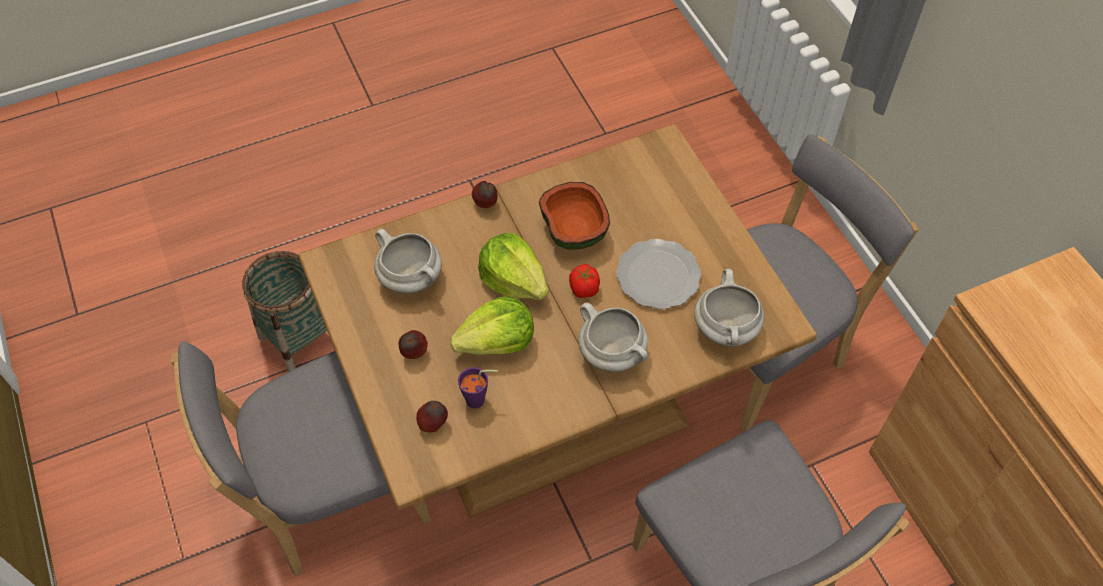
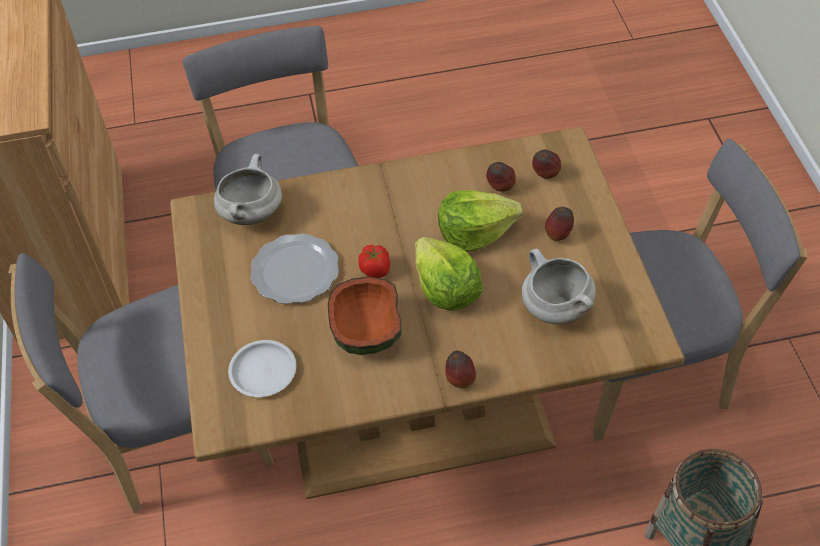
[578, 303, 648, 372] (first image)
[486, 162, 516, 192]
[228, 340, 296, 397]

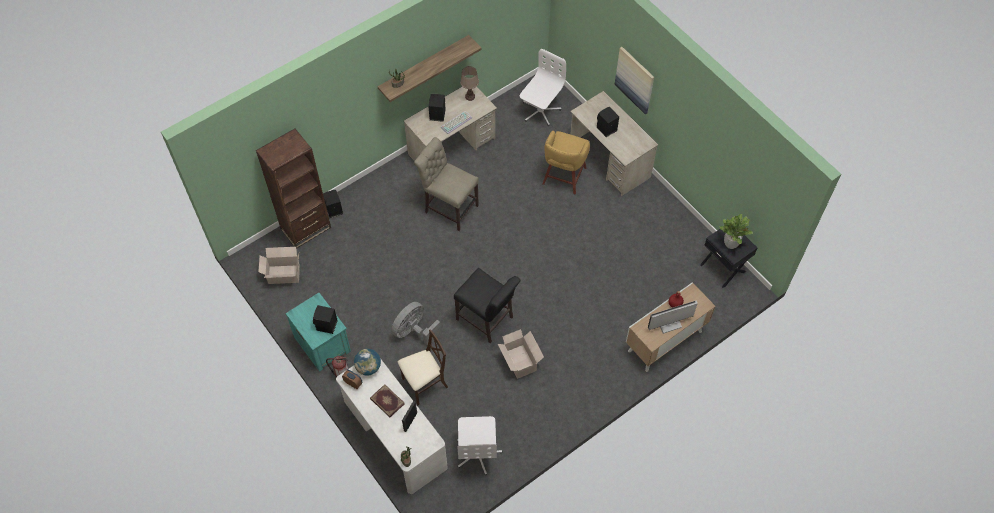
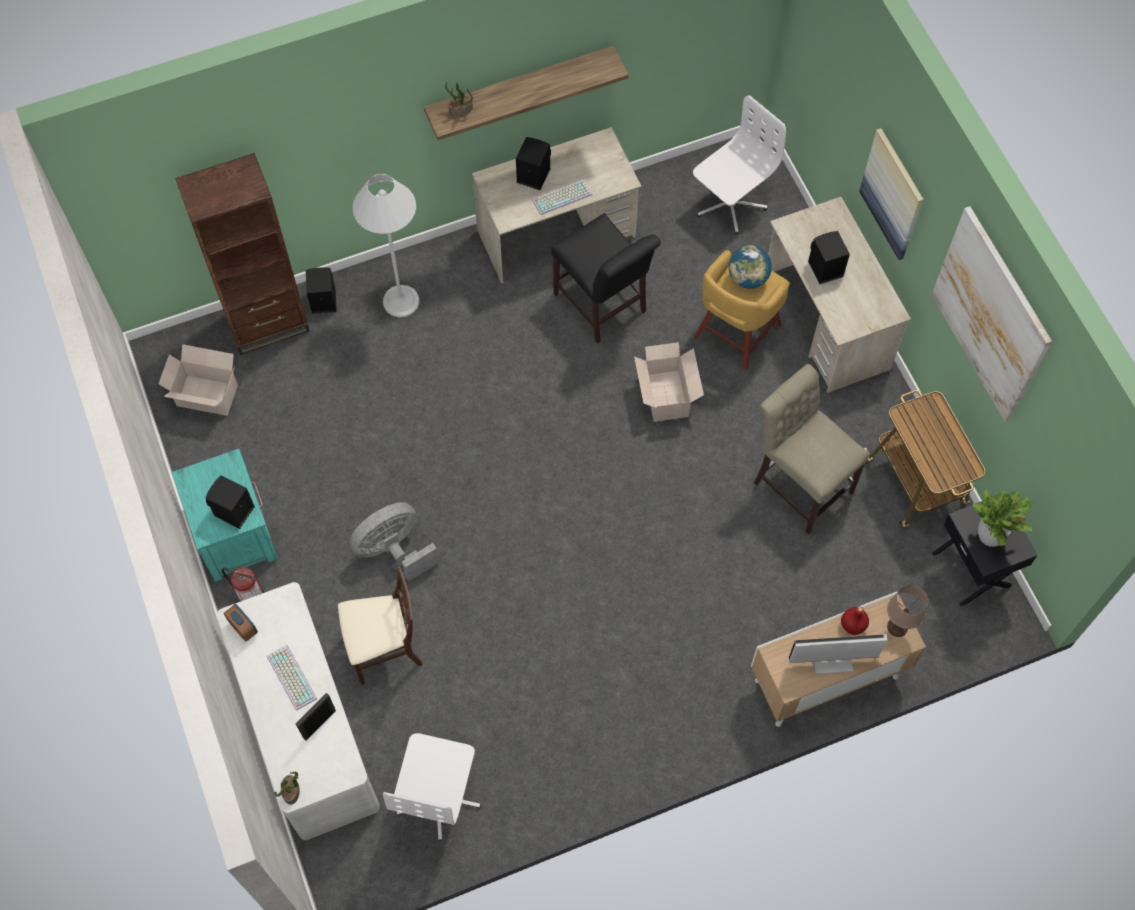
[887, 585, 928, 637]
[754, 364, 870, 534]
[551, 213, 661, 343]
[634, 342, 704, 422]
[729, 245, 772, 289]
[267, 645, 317, 711]
[353, 173, 419, 317]
[931, 206, 1052, 421]
[864, 390, 985, 529]

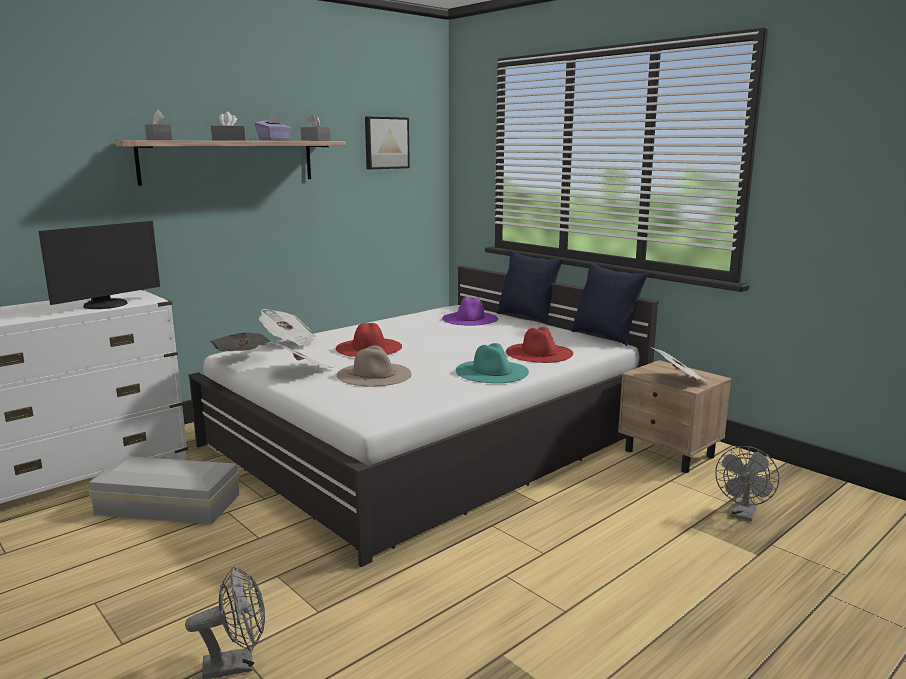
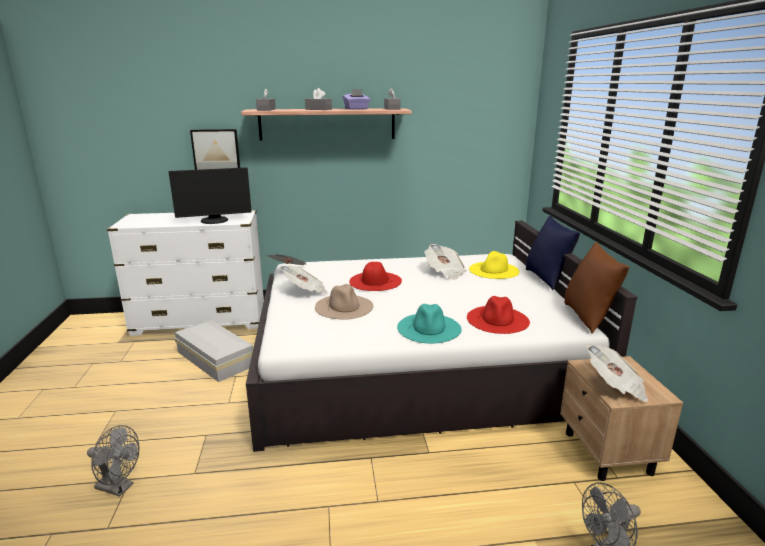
[190, 129, 240, 170]
[564, 242, 629, 334]
[469, 251, 520, 279]
[424, 244, 467, 280]

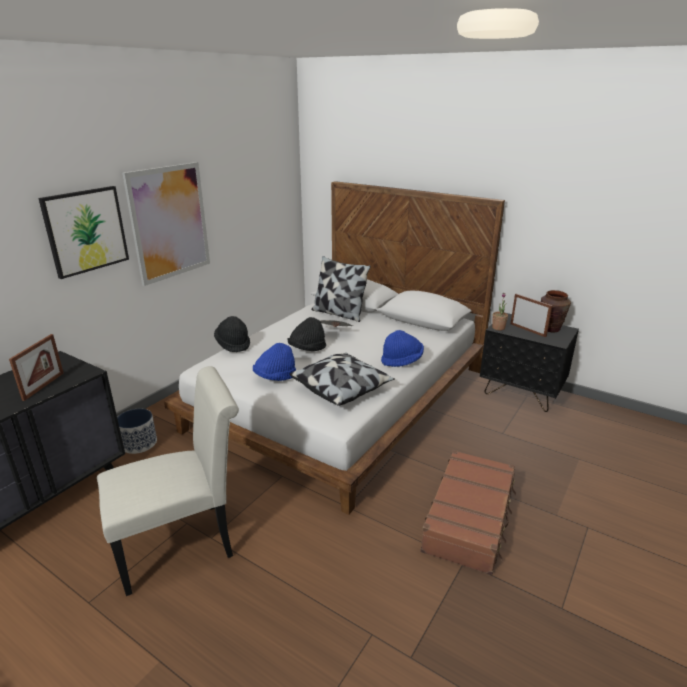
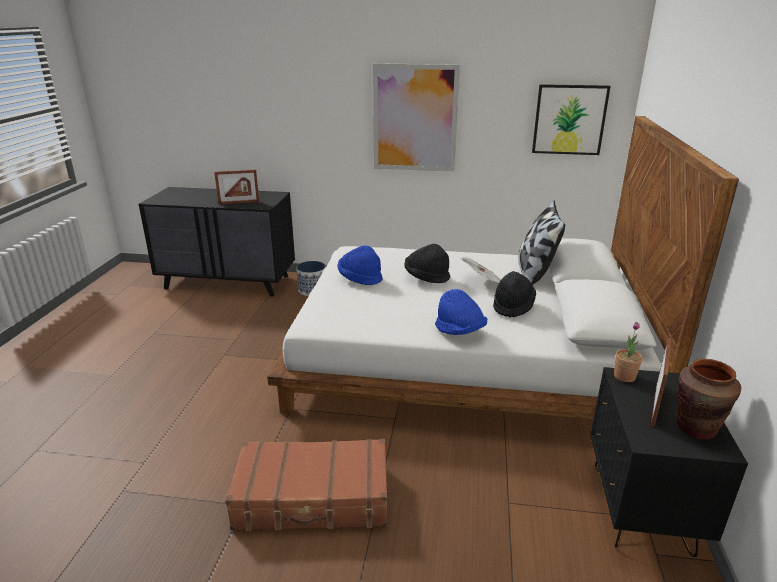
[532, 84, 611, 155]
[493, 271, 536, 318]
[290, 353, 395, 406] (first image)
[97, 366, 239, 596] (first image)

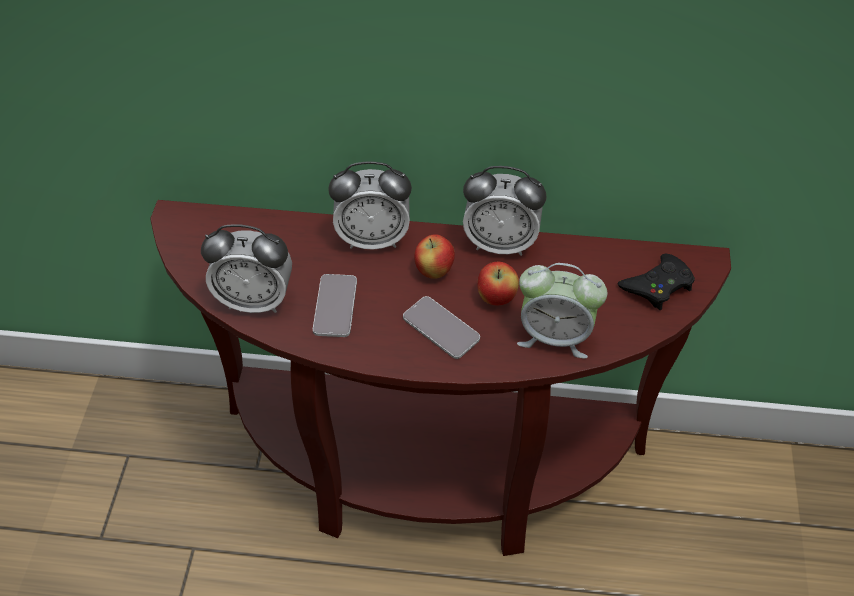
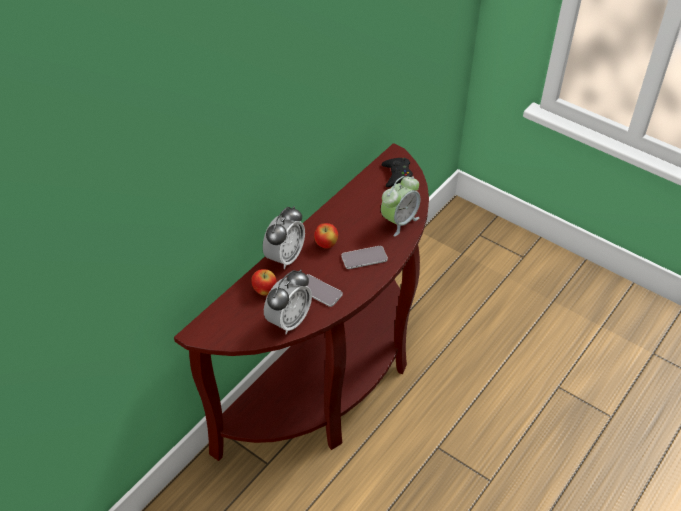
[463, 166, 546, 256] (first image)
[251, 269, 276, 295]

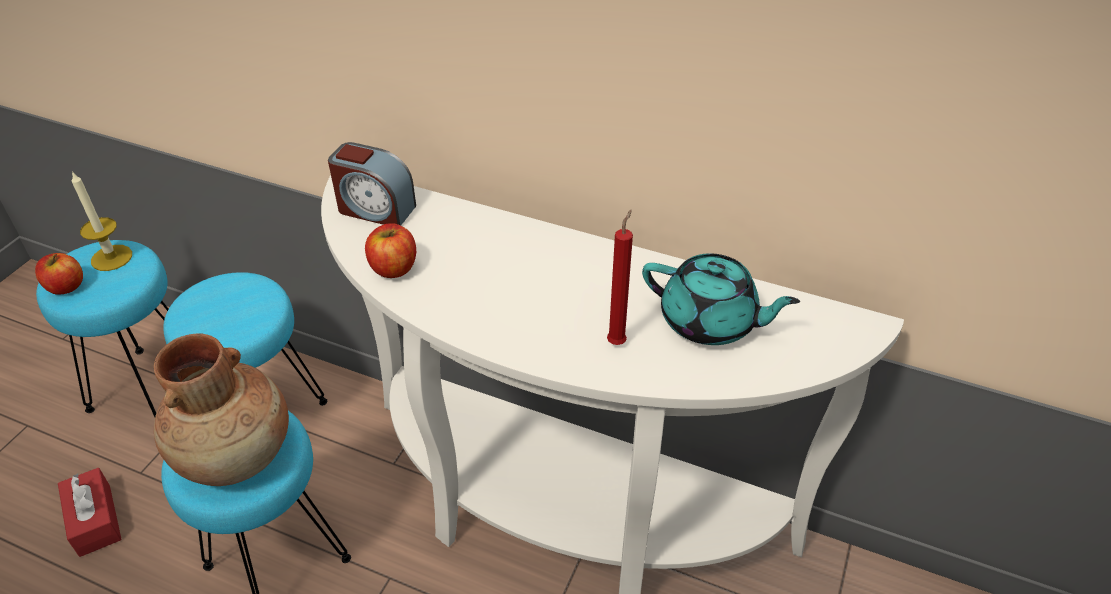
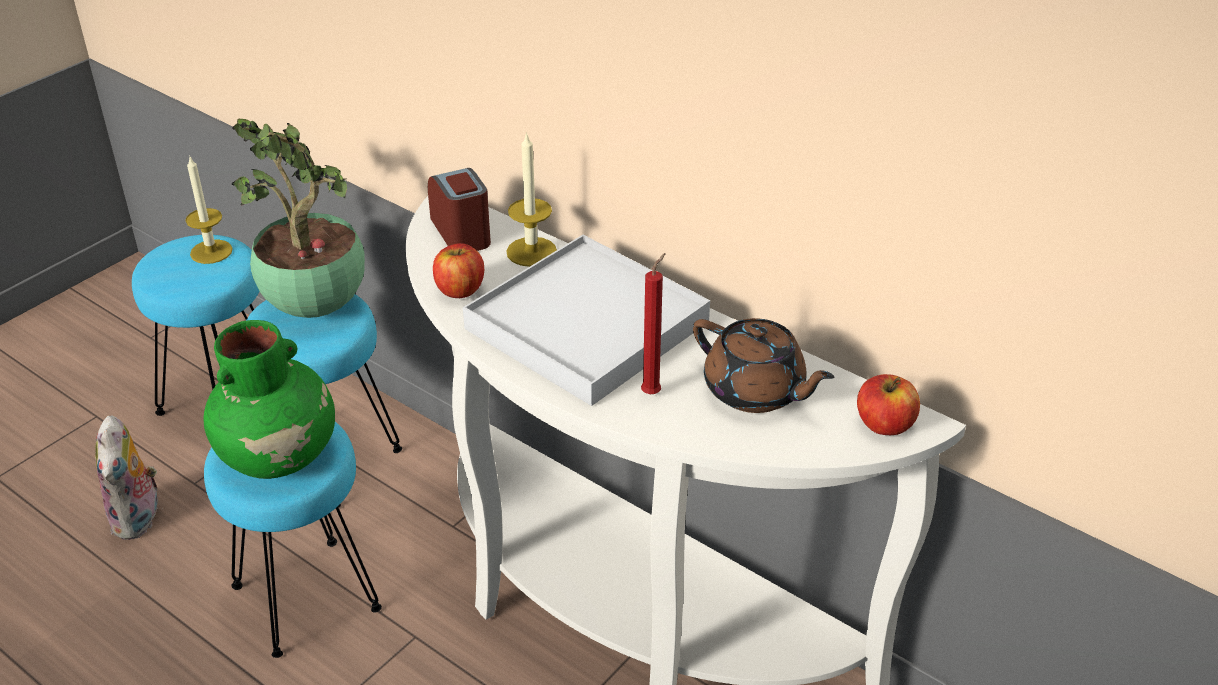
[428, 168, 491, 251]
[857, 374, 920, 435]
[693, 318, 834, 413]
[204, 320, 335, 479]
[95, 416, 158, 540]
[232, 119, 365, 318]
[506, 132, 557, 267]
[463, 235, 710, 406]

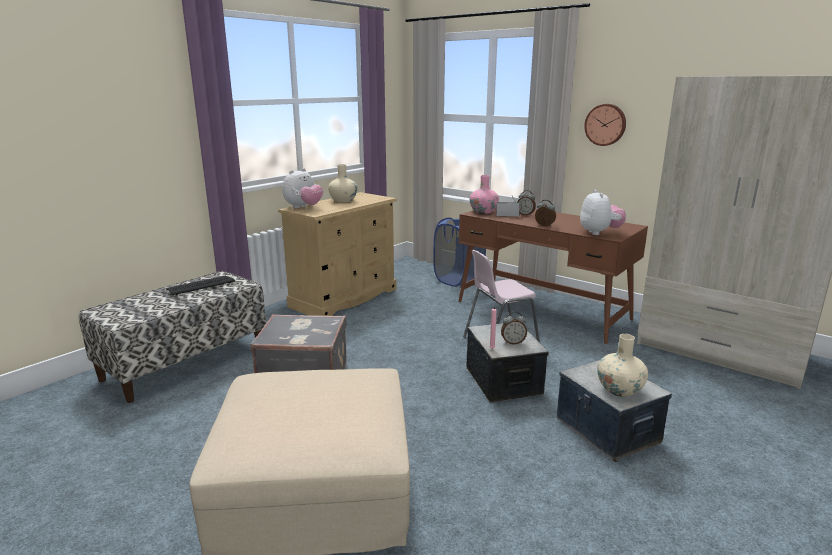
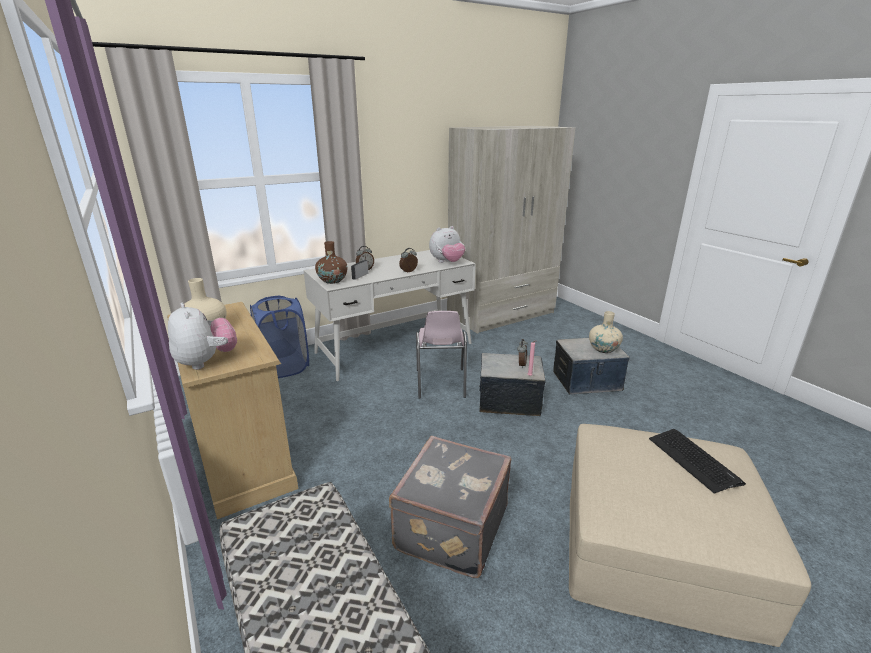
[584, 104, 626, 146] (first image)
[315, 241, 348, 284]
[429, 226, 465, 263]
[304, 250, 476, 381]
[649, 429, 746, 493]

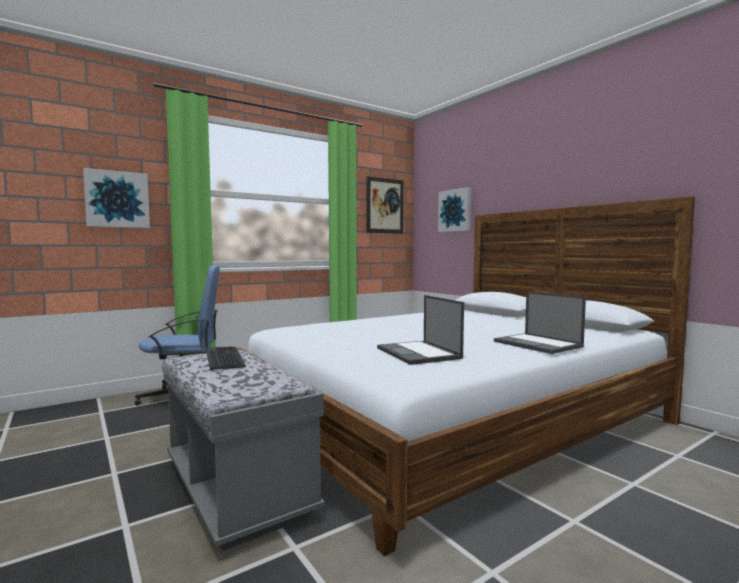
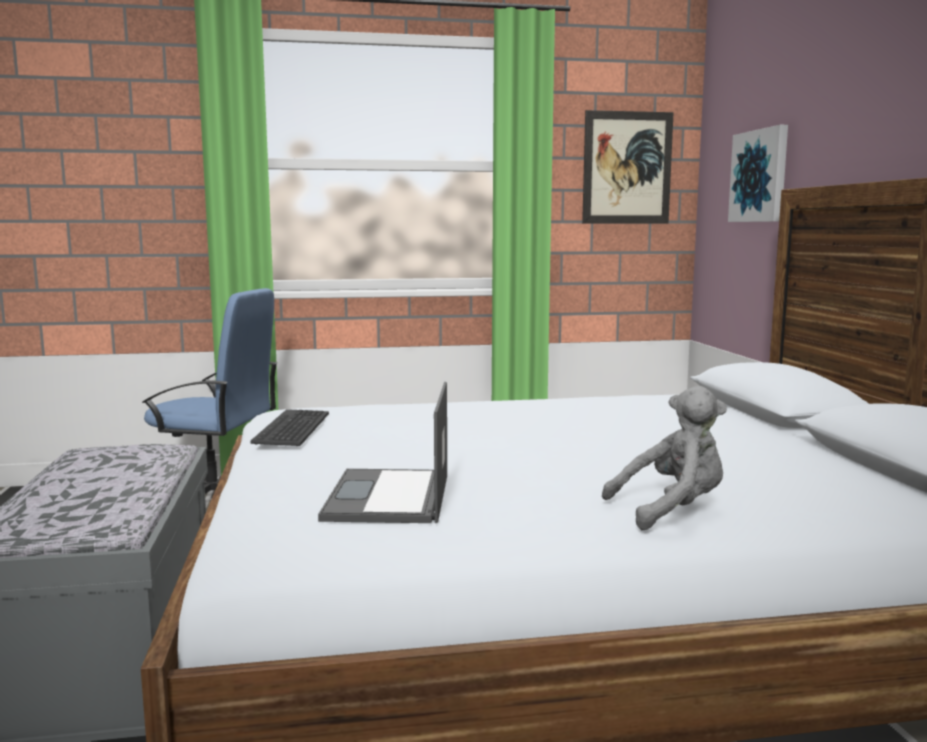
[83, 168, 150, 228] (first image)
[602, 386, 727, 530]
[250, 409, 329, 446]

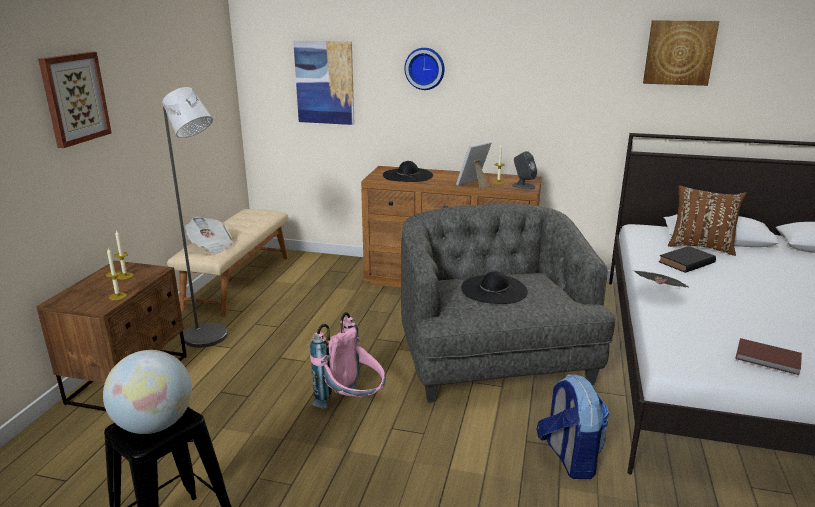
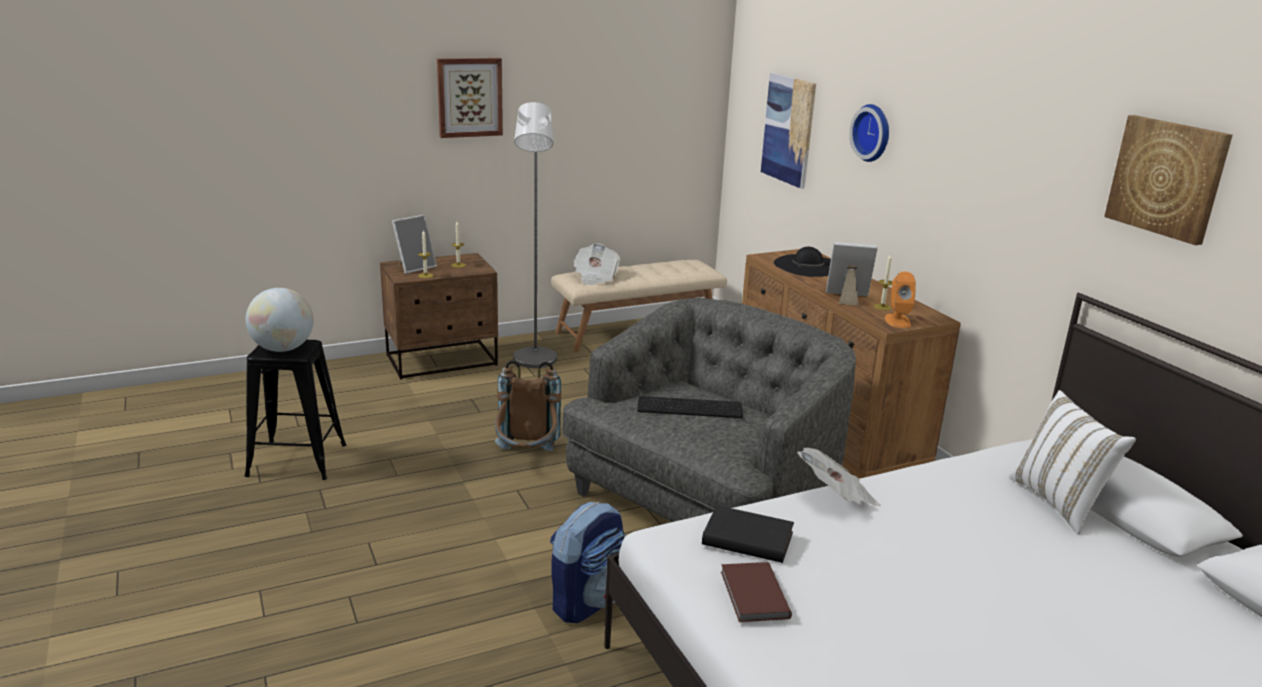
[885, 271, 916, 328]
[1009, 390, 1136, 535]
[702, 505, 794, 563]
[637, 396, 743, 418]
[495, 360, 561, 451]
[392, 215, 437, 274]

